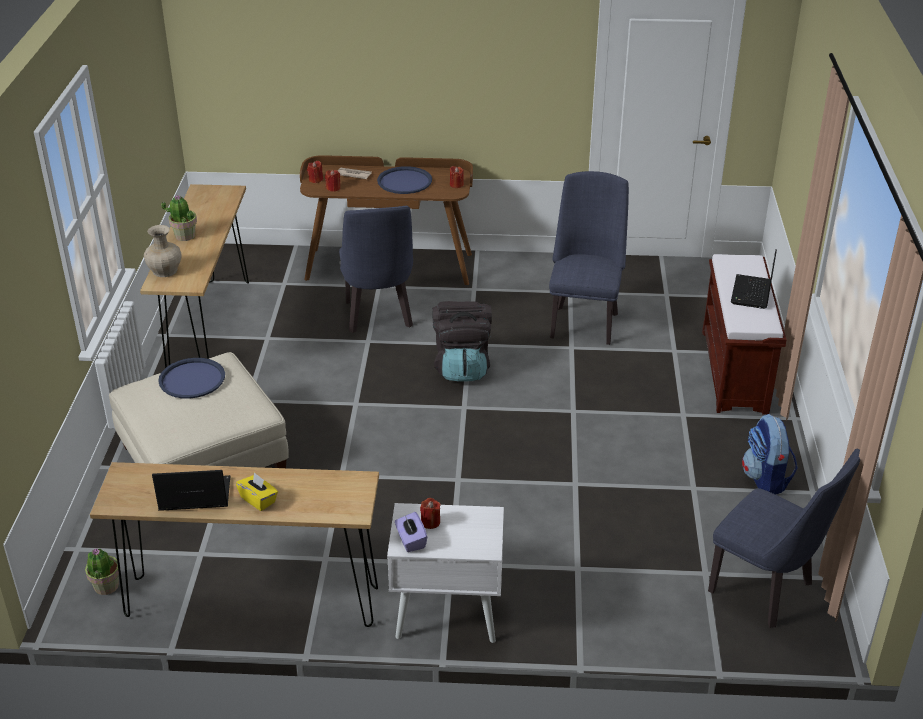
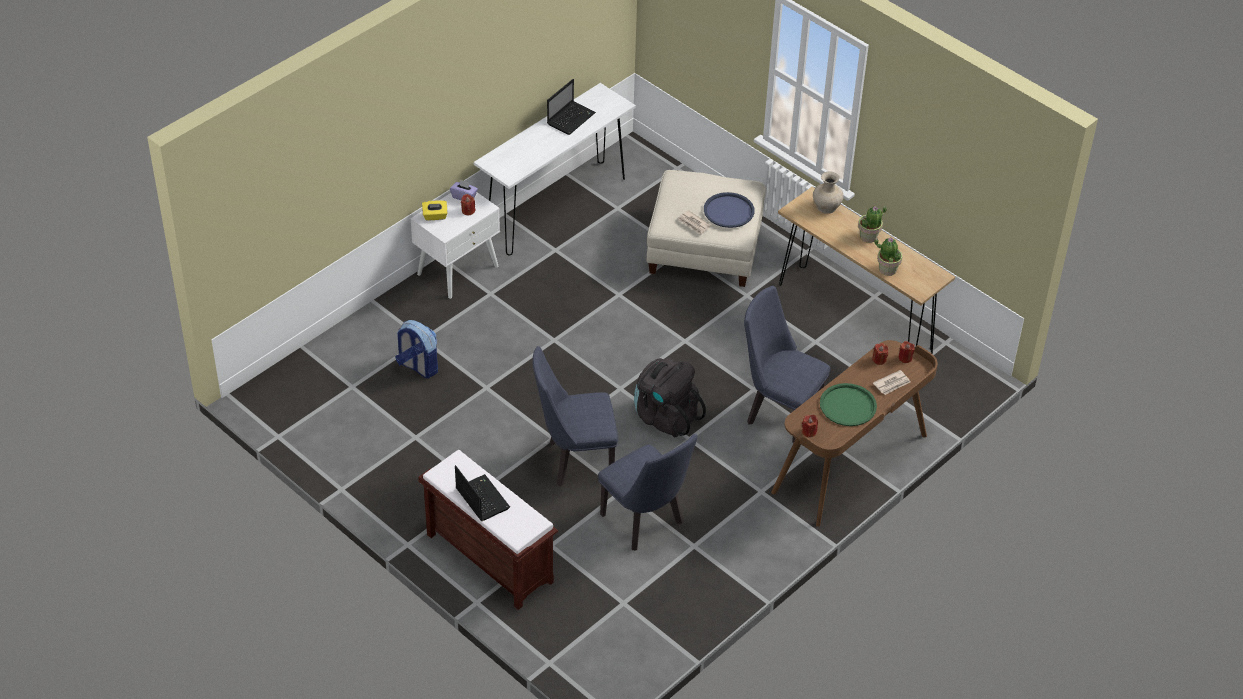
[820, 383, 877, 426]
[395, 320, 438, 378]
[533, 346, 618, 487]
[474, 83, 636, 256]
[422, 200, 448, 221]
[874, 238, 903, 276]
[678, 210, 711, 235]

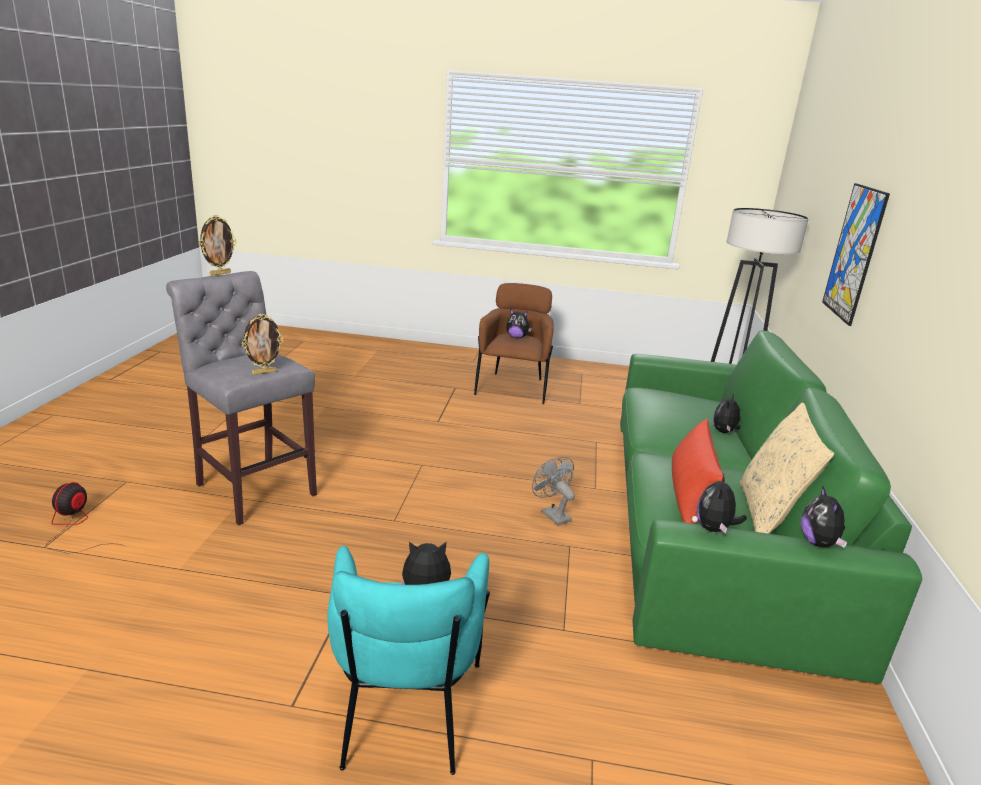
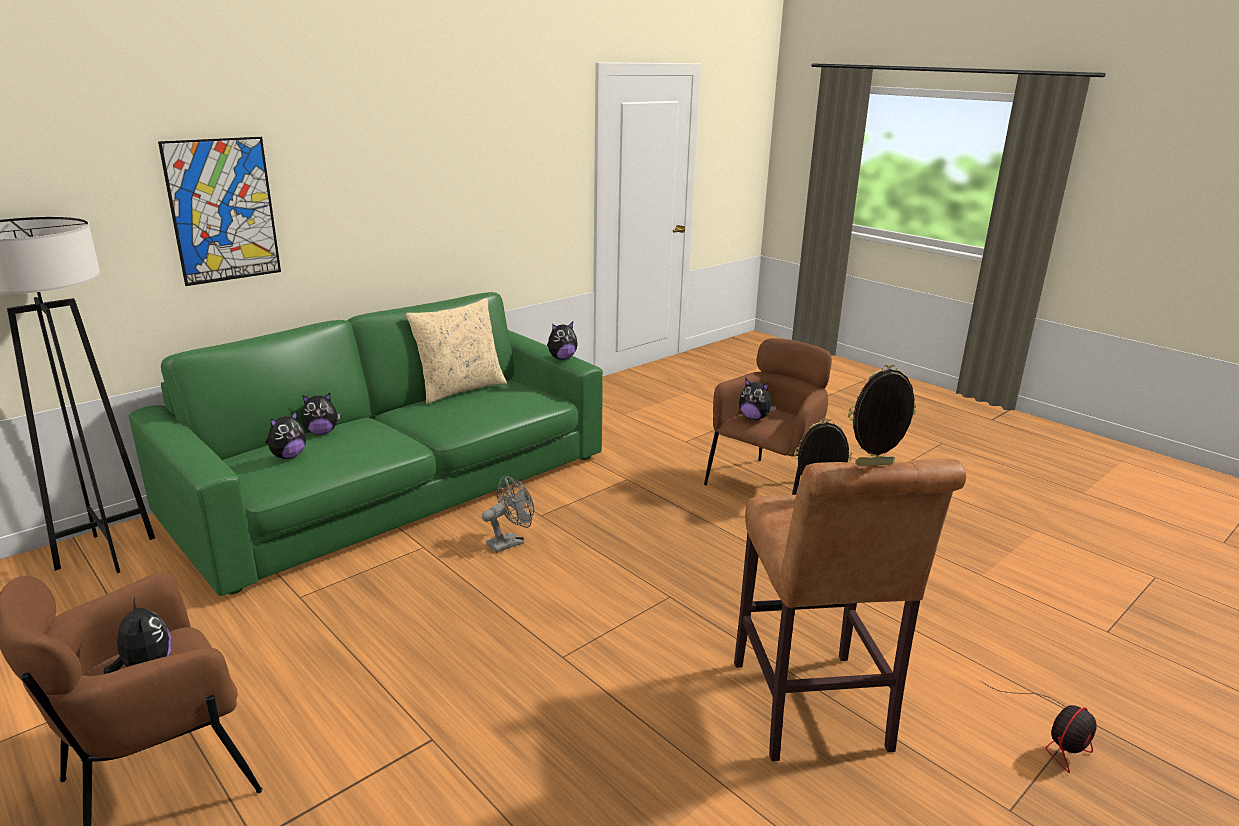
[734, 458, 966, 761]
[672, 419, 725, 524] (first image)
[482, 476, 534, 553]
[266, 410, 306, 459]
[704, 338, 832, 495]

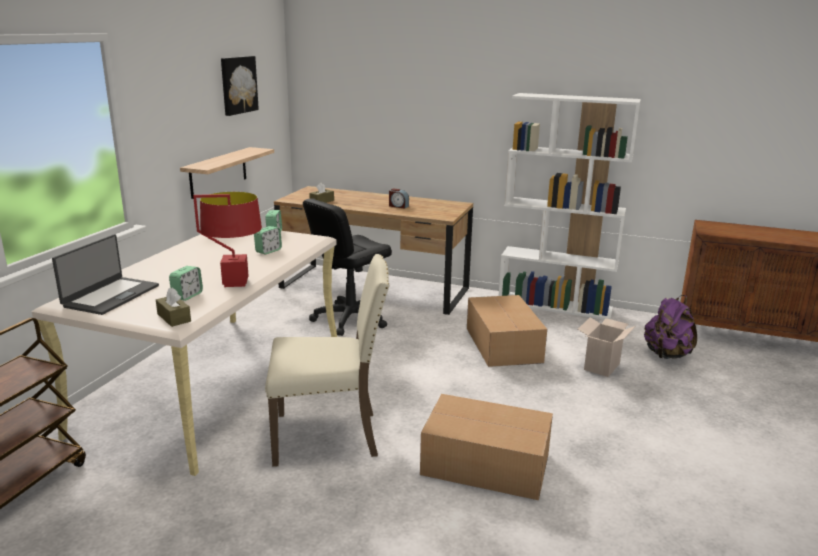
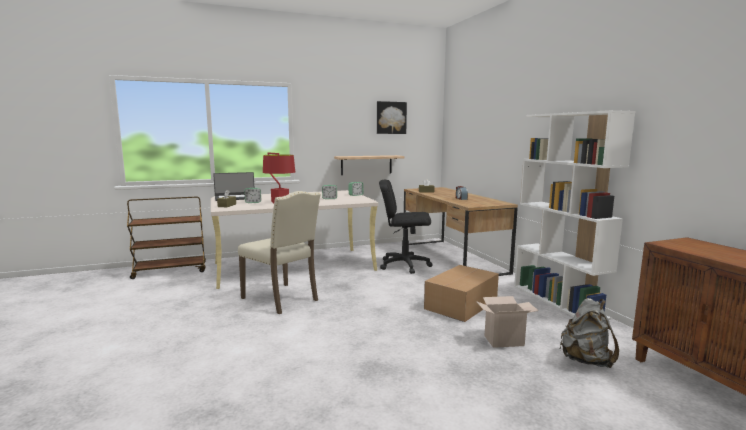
[560, 298, 619, 368]
[420, 394, 553, 500] (first image)

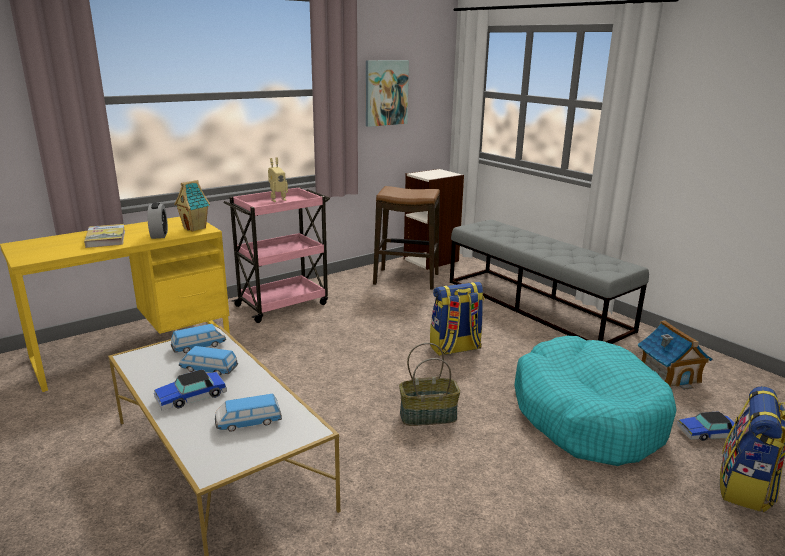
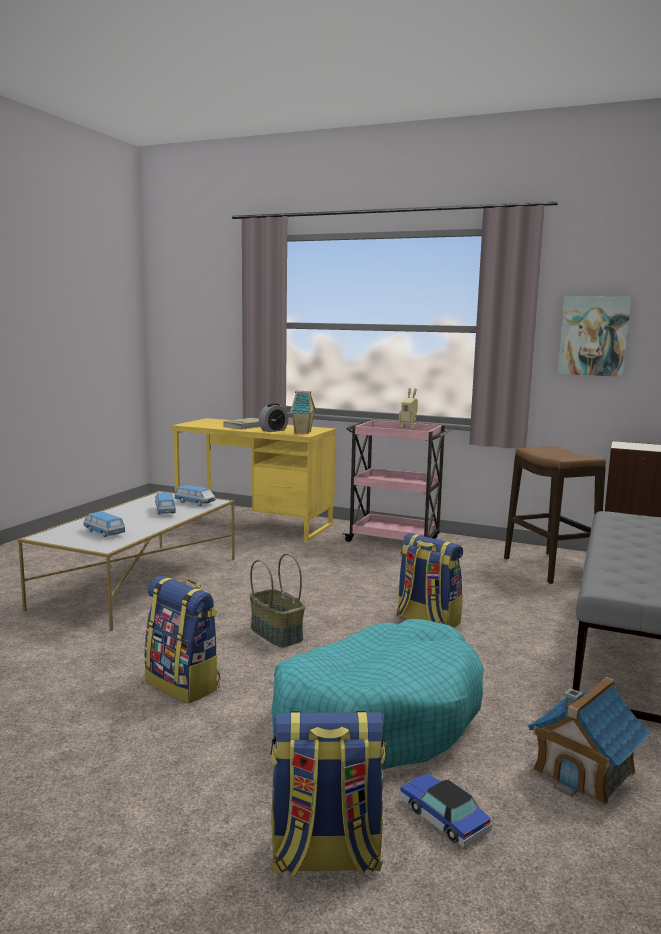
[154, 369, 227, 411] (first image)
[144, 576, 220, 703]

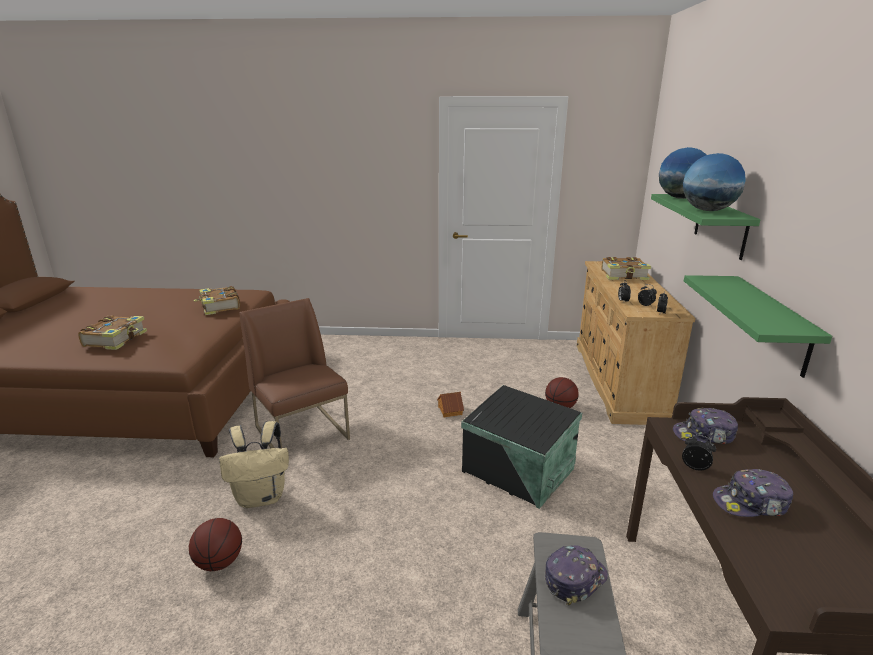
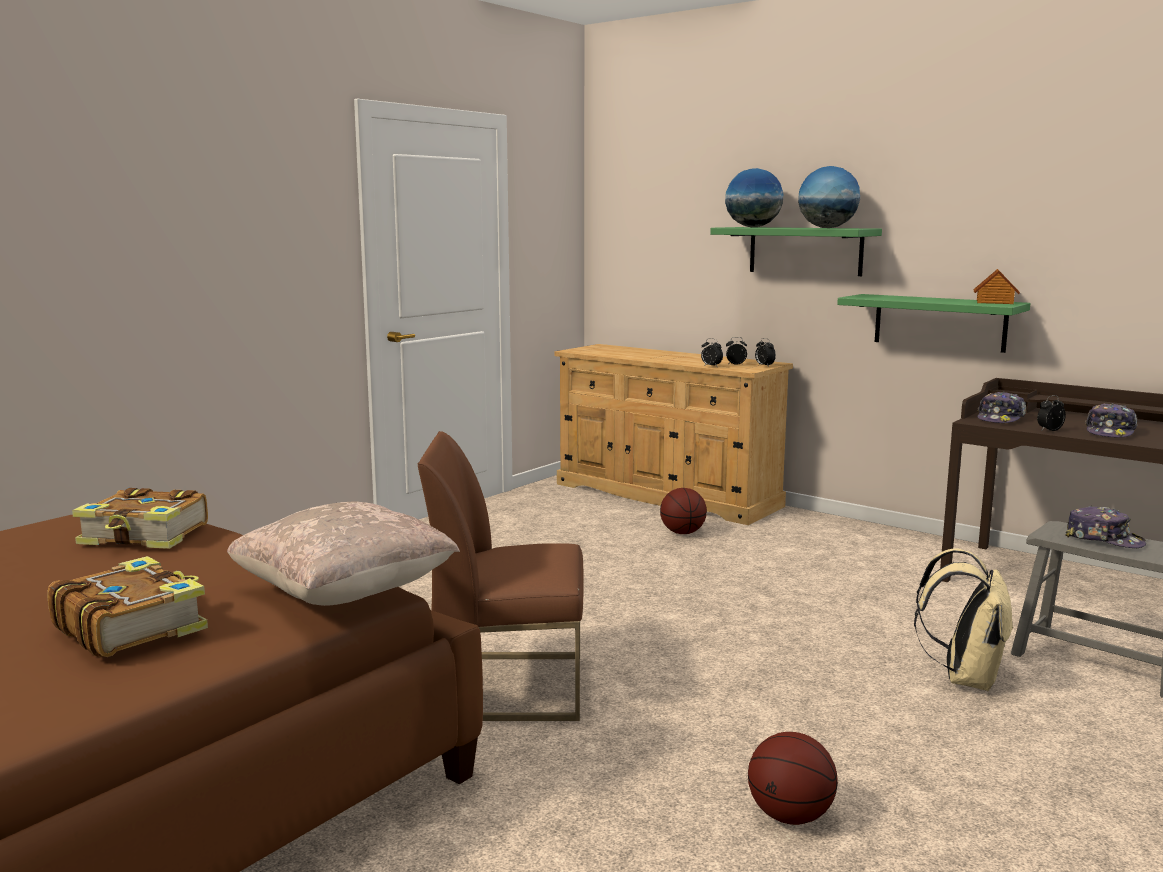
[602, 257, 651, 280] (first image)
[461, 385, 582, 509] (first image)
[973, 269, 1020, 304]
[914, 549, 1014, 691]
[1065, 506, 1146, 548]
[227, 501, 460, 606]

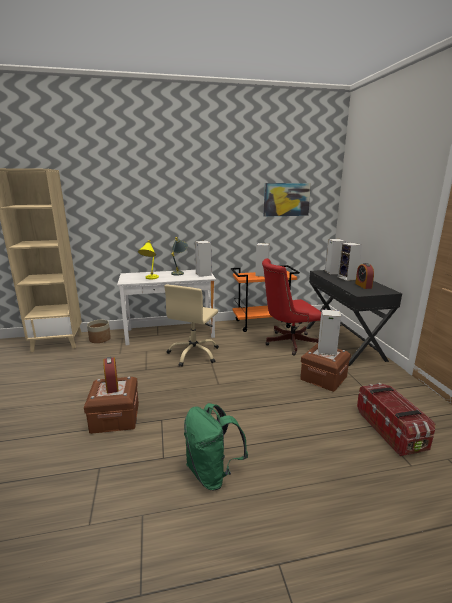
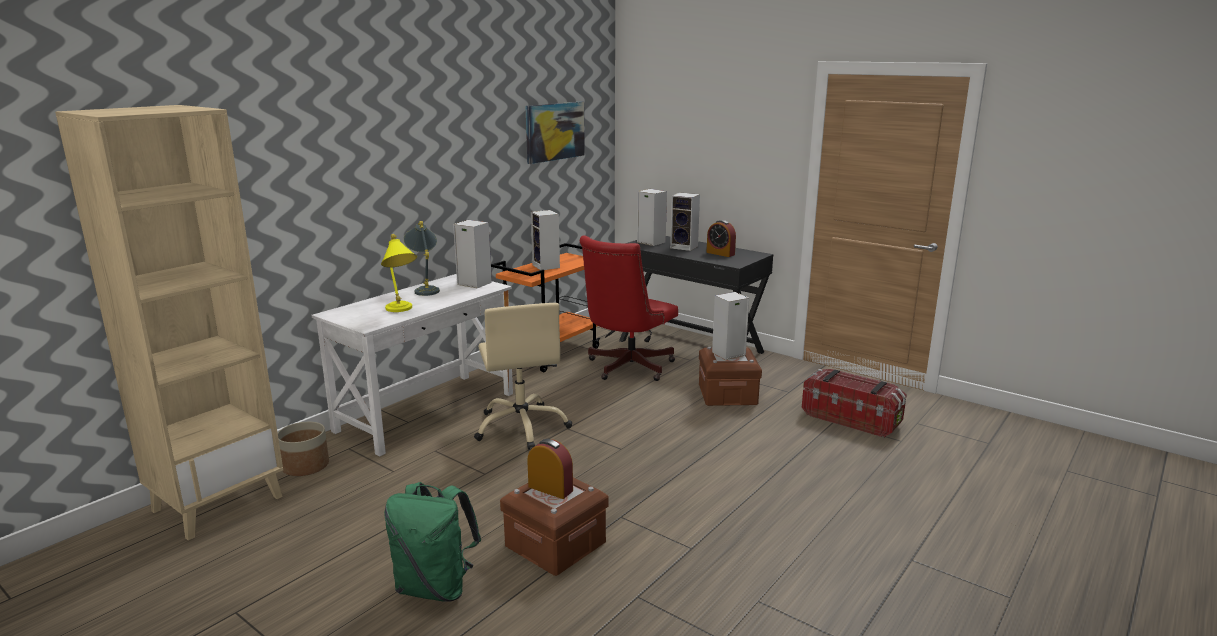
[384, 482, 481, 602]

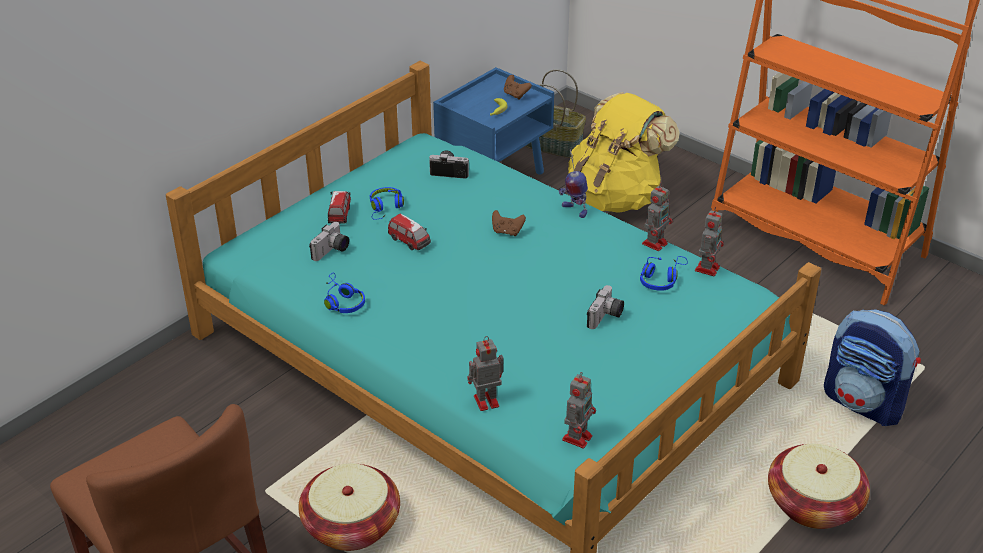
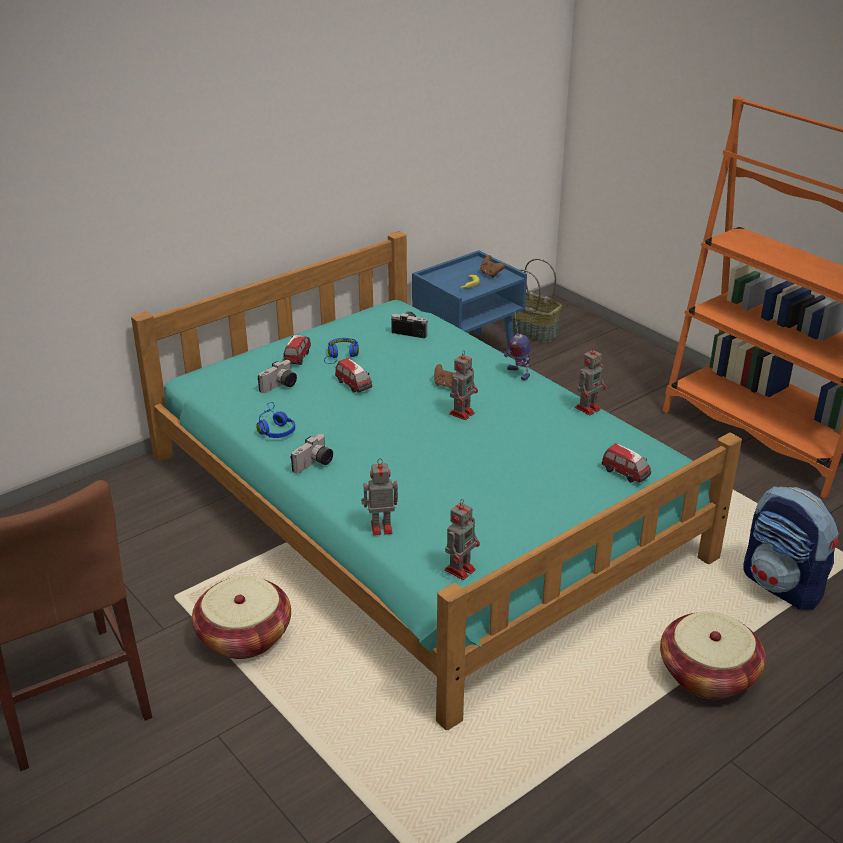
[568, 92, 680, 213] (first image)
[449, 350, 478, 420]
[640, 256, 688, 291] (first image)
[290, 434, 333, 473]
[602, 443, 651, 483]

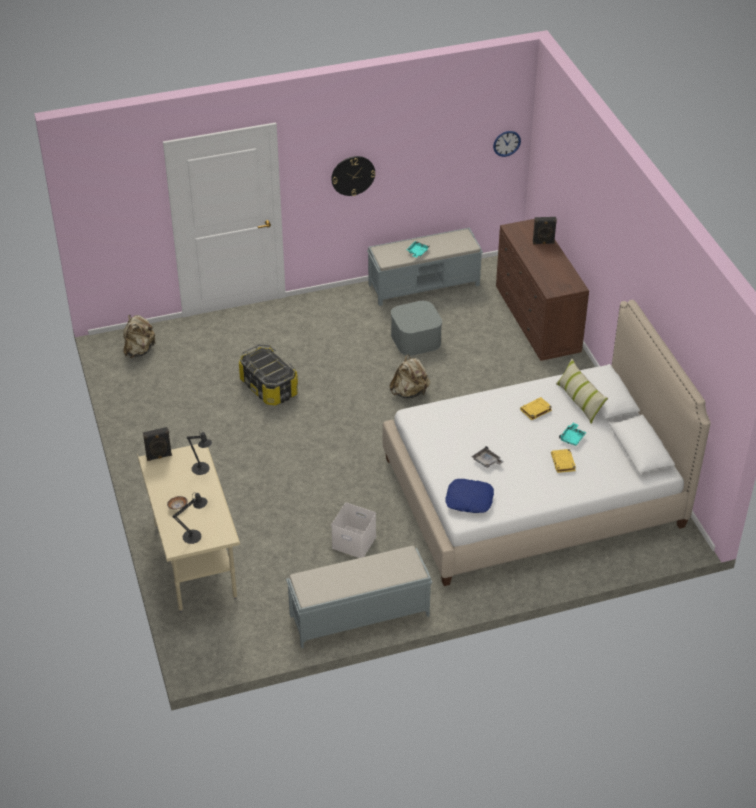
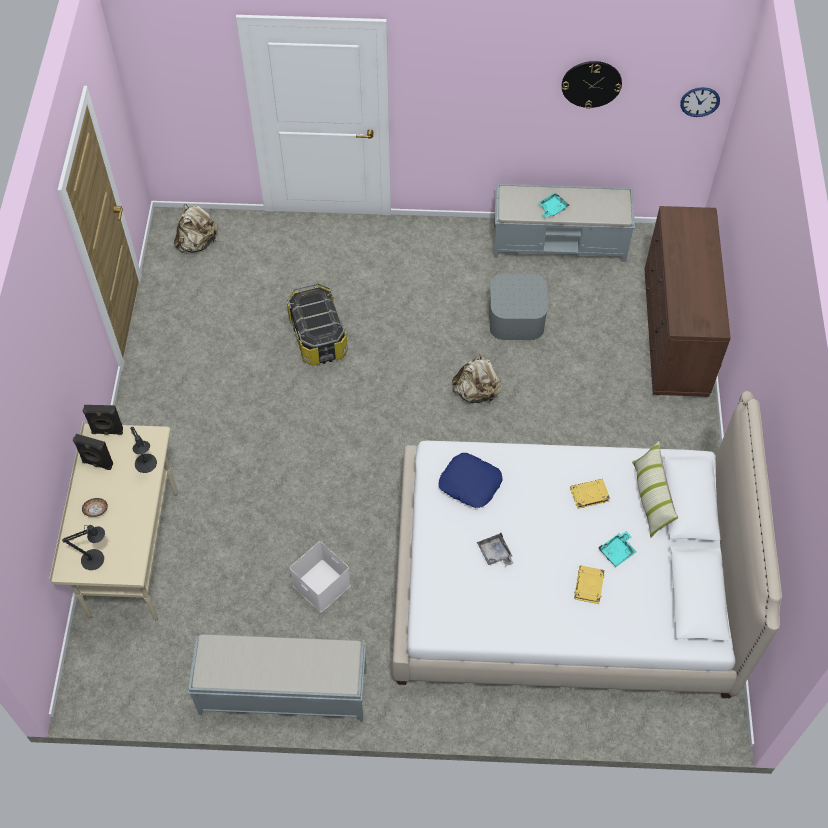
[562, 61, 622, 109]
[72, 434, 113, 470]
[439, 453, 503, 508]

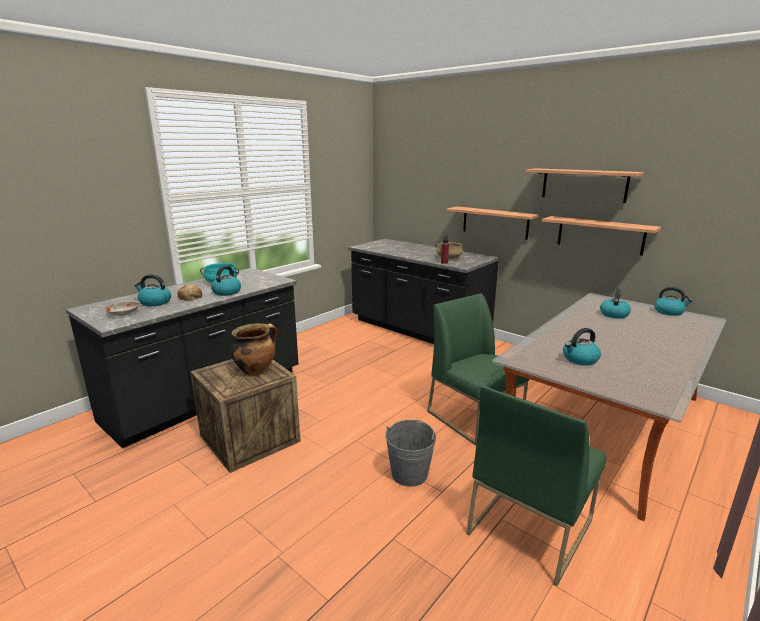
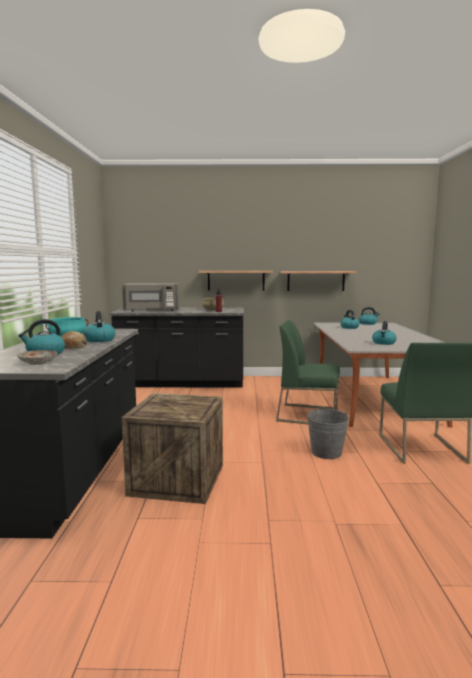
[526, 168, 644, 203] (first image)
[231, 323, 277, 376] (first image)
[122, 283, 179, 312]

